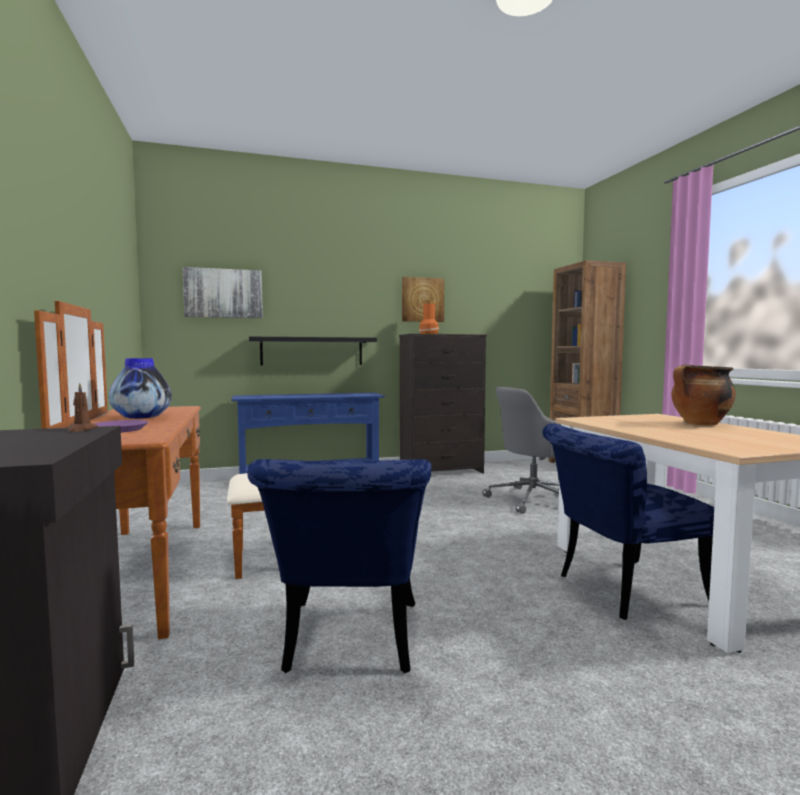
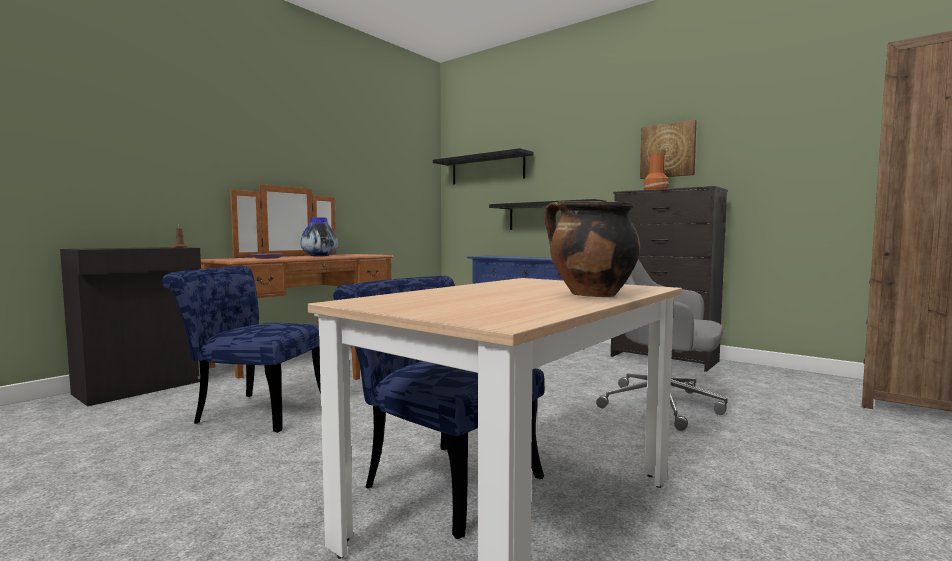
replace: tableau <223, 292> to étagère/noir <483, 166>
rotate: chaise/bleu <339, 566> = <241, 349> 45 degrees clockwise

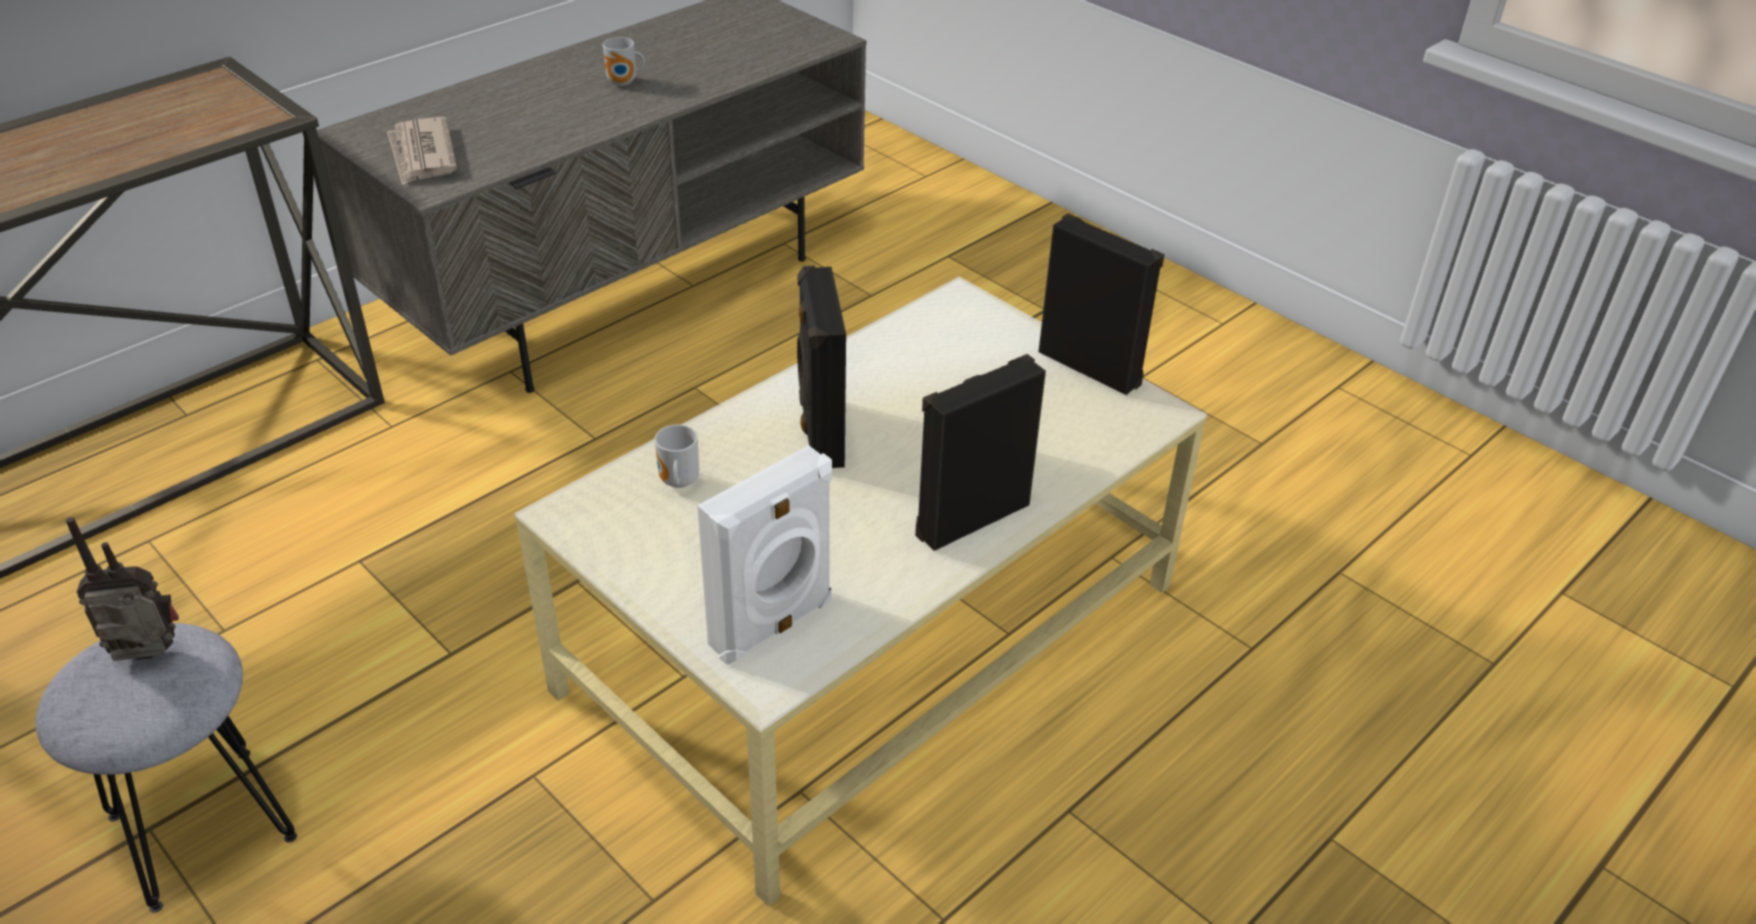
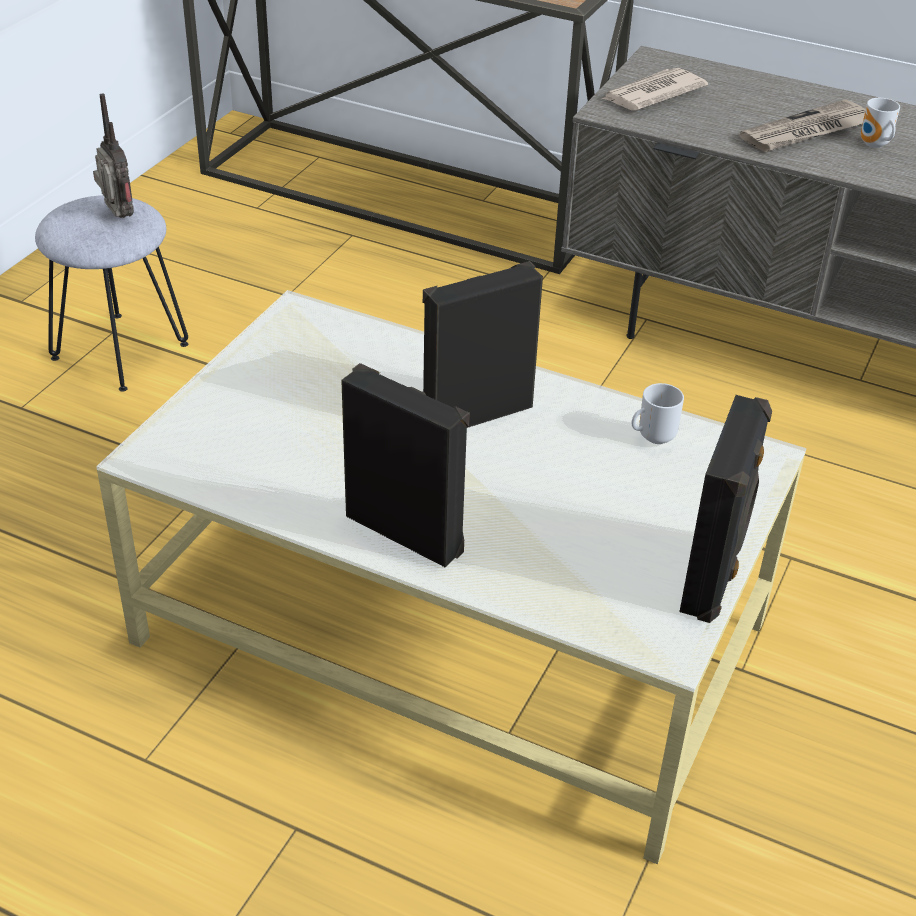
delete: enceinte/blanc <764, 555>
insert: journal <802, 125>
move: mug <677, 456> to <658, 413>

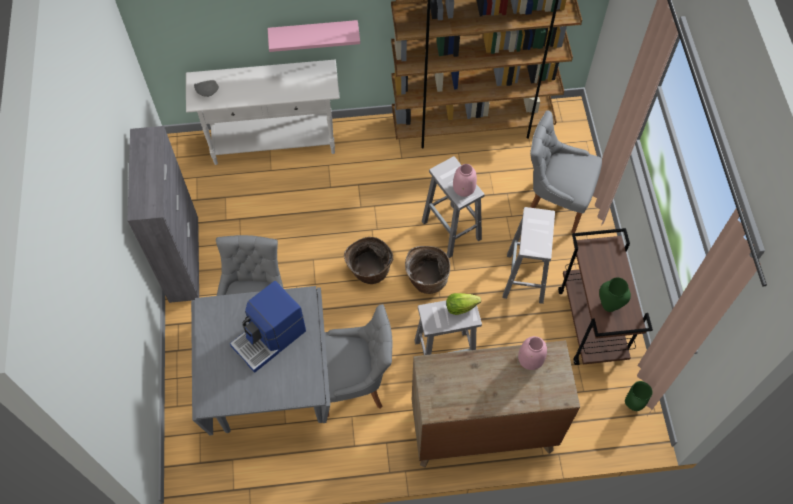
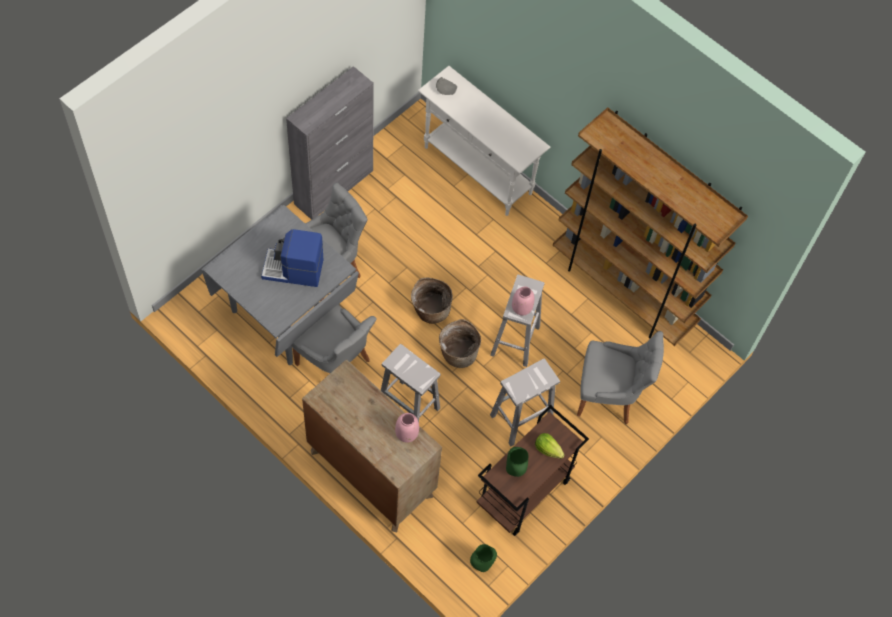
delete: étagère/rose <314, 36>
move: laitue <463, 304> to <549, 446>
rotate: chaise/gris <566, 172> = <620, 377> 120 degrees clockwise

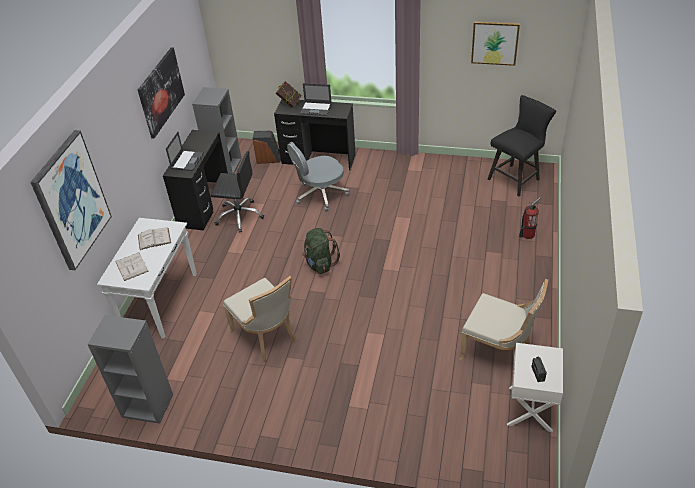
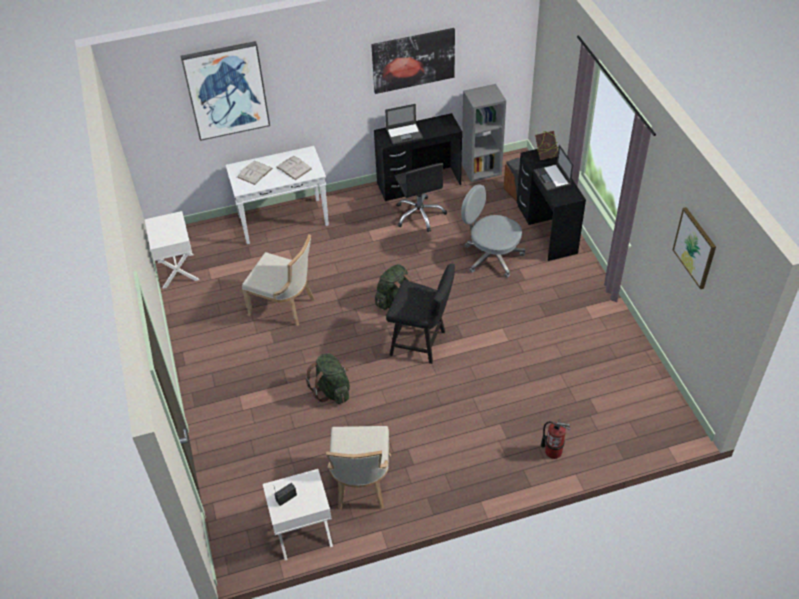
insert: sac à dos/vert <328, 378>
move: chaise/noir <522, 145> to <420, 314>
replace: bibliothèque/gris <130, 369> to table de chevet/blanc <172, 250>
rotate: chaise/beige <259, 318> = <278, 280> 90 degrees counterclockwise

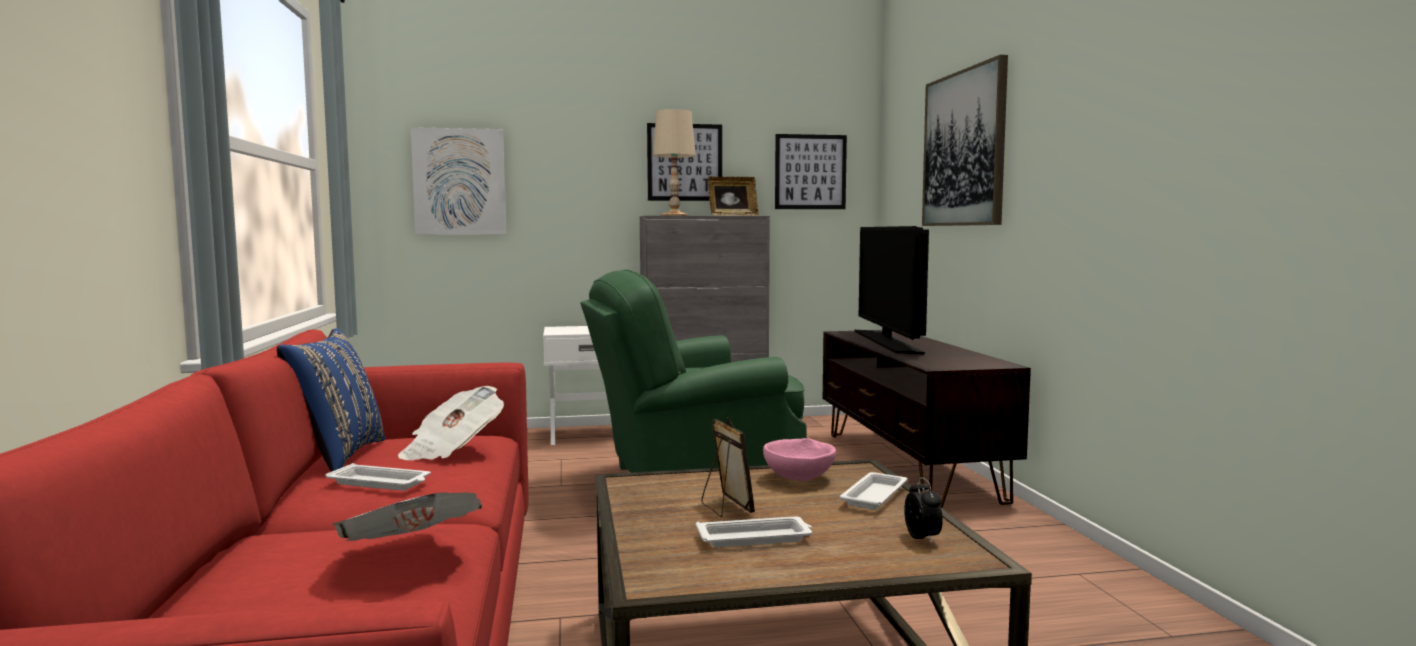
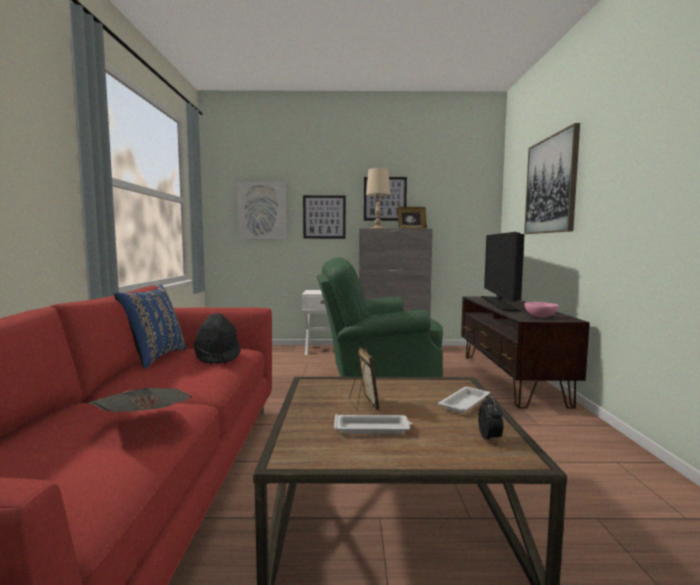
delete: plateau/blanc <378, 477>
move: bol/rose <799, 459> to <542, 310>; tableau <811, 171> to <324, 217>
replace: journal <451, 423> to chapeau/noir <217, 338>

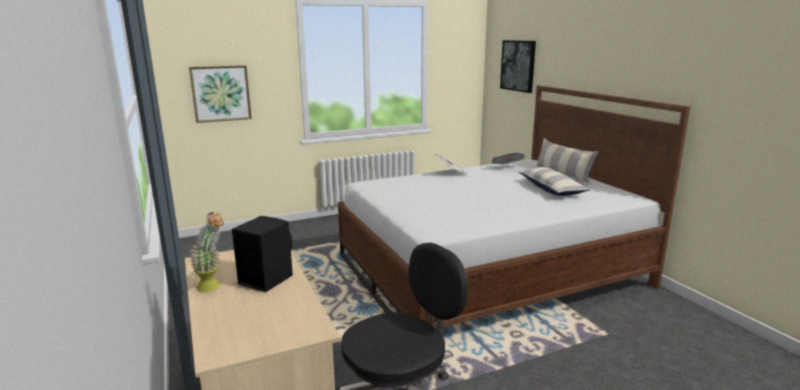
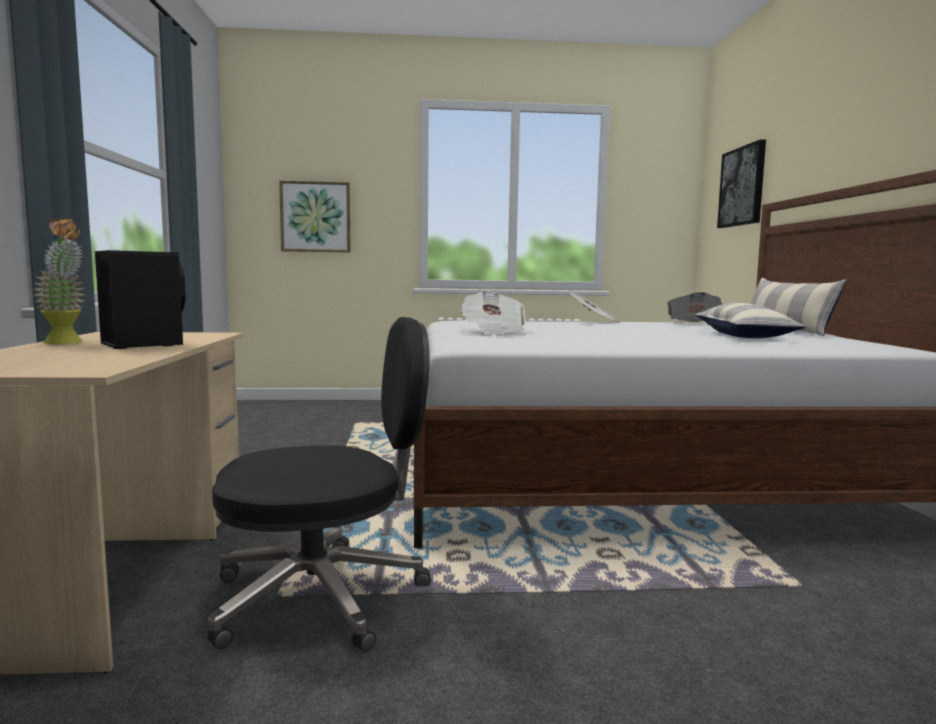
insert: journal <492, 313>

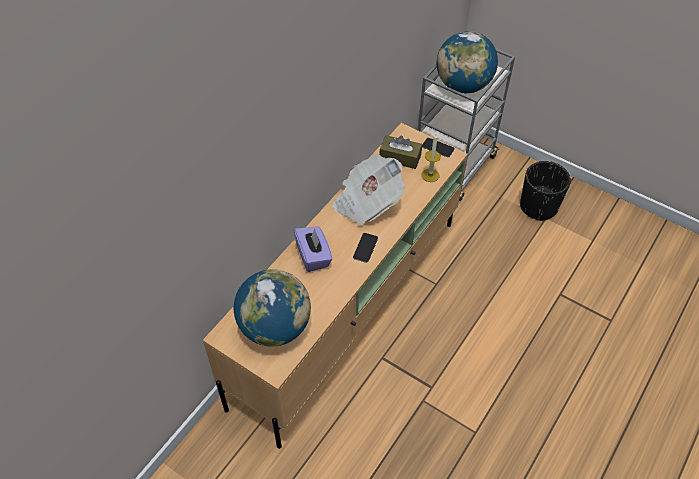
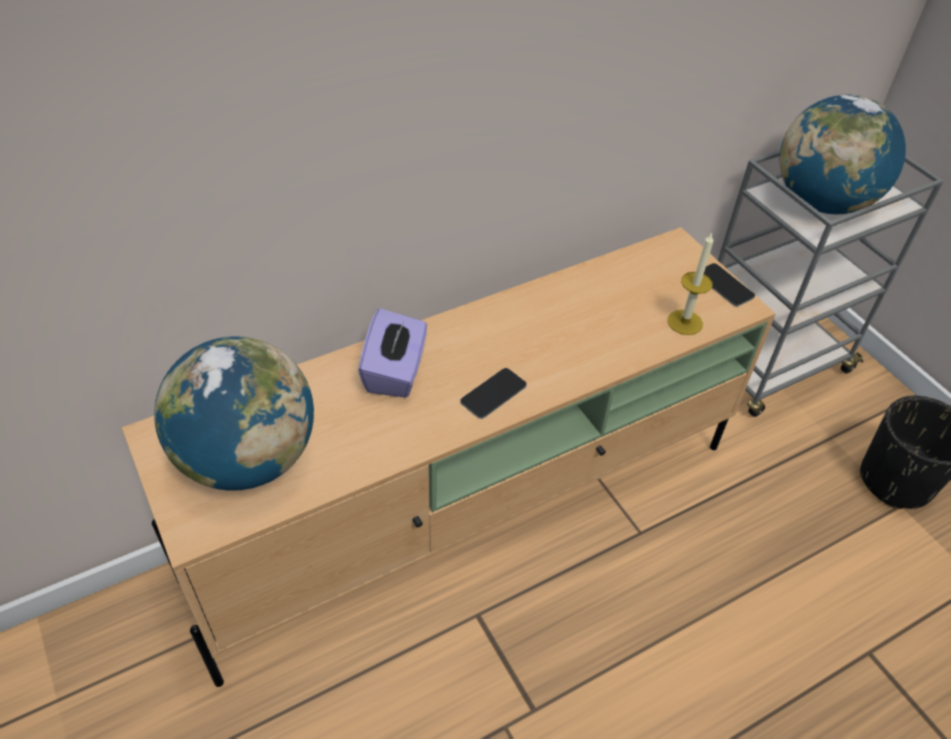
delete: journal <368, 190>; boîte à mouchoirs/marron <401, 152>

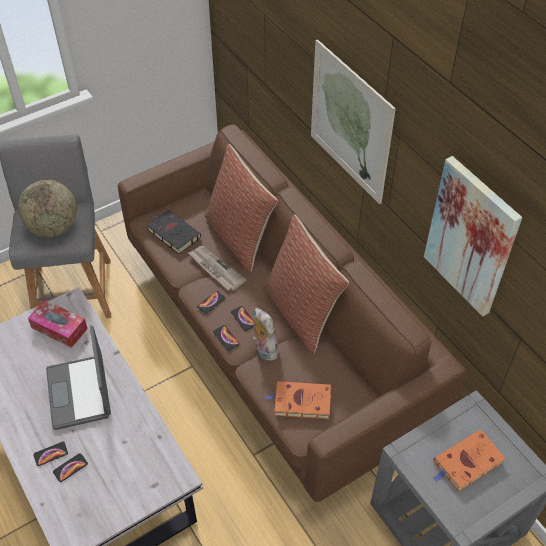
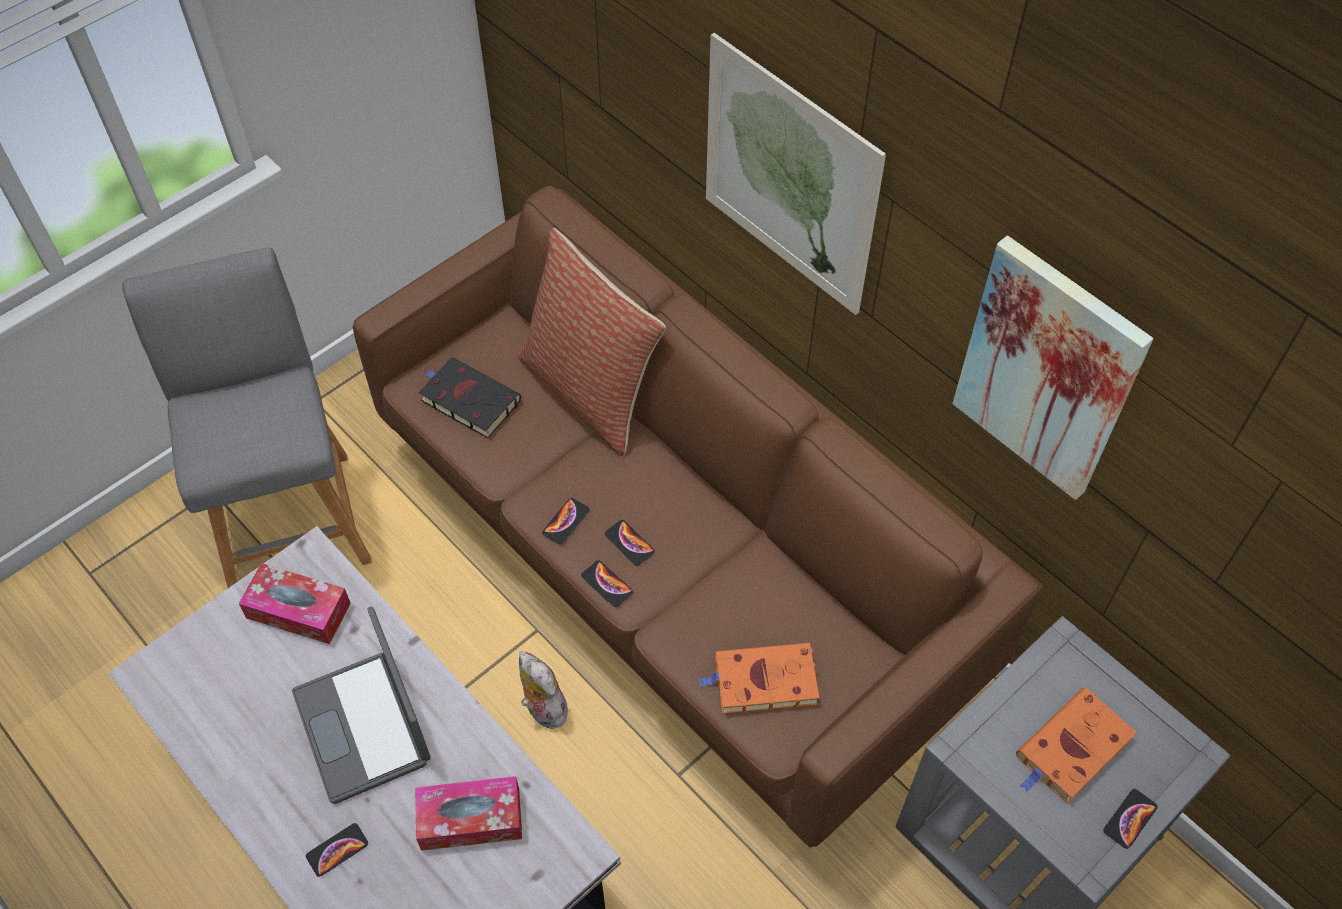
delete: globe <47, 208>; journal <217, 268>; coussin <306, 284>
insert: boîte à mouchoirs <468, 813>
move: téléphone <70, 467> to <1130, 819>; peluche <265, 334> to <545, 690>

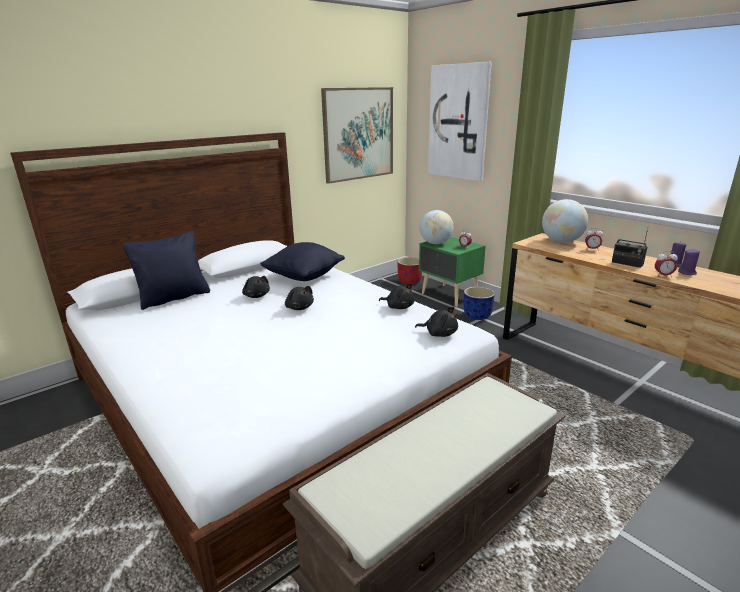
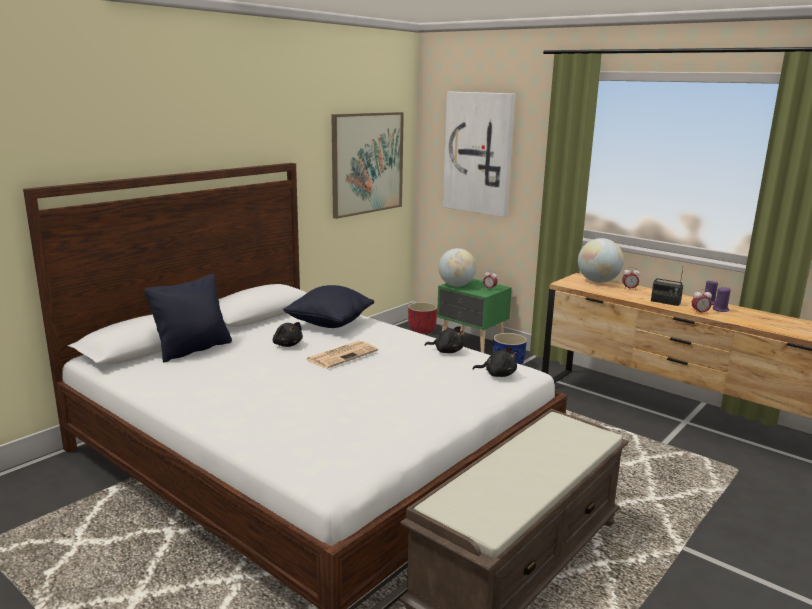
replace: peluche/noir <299, 298> to journal <342, 355>

